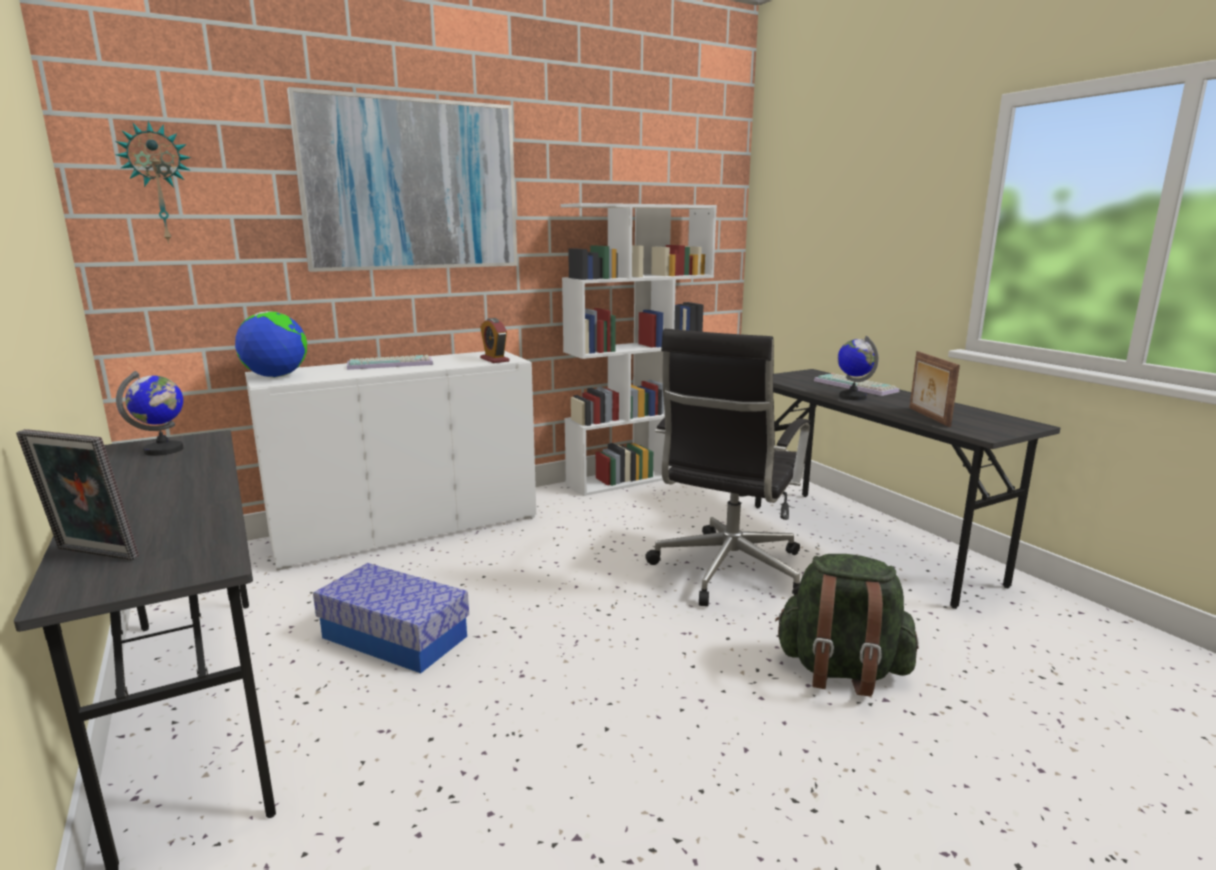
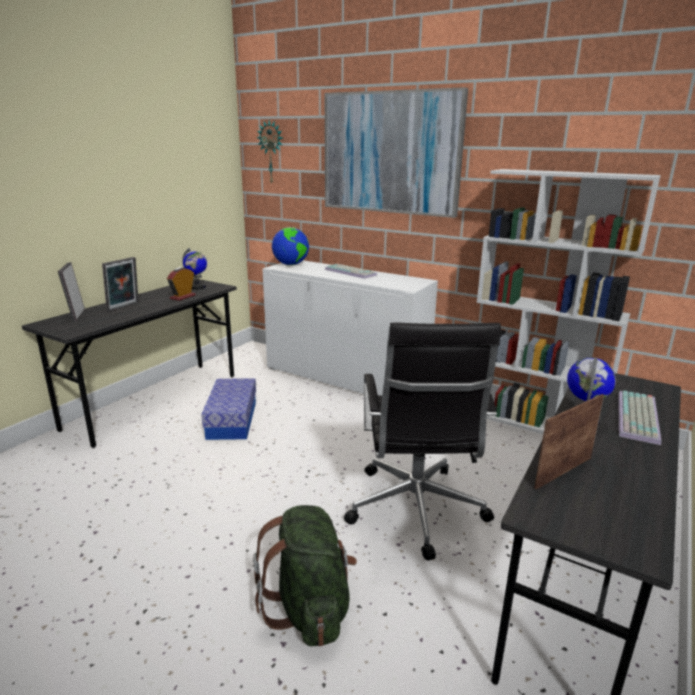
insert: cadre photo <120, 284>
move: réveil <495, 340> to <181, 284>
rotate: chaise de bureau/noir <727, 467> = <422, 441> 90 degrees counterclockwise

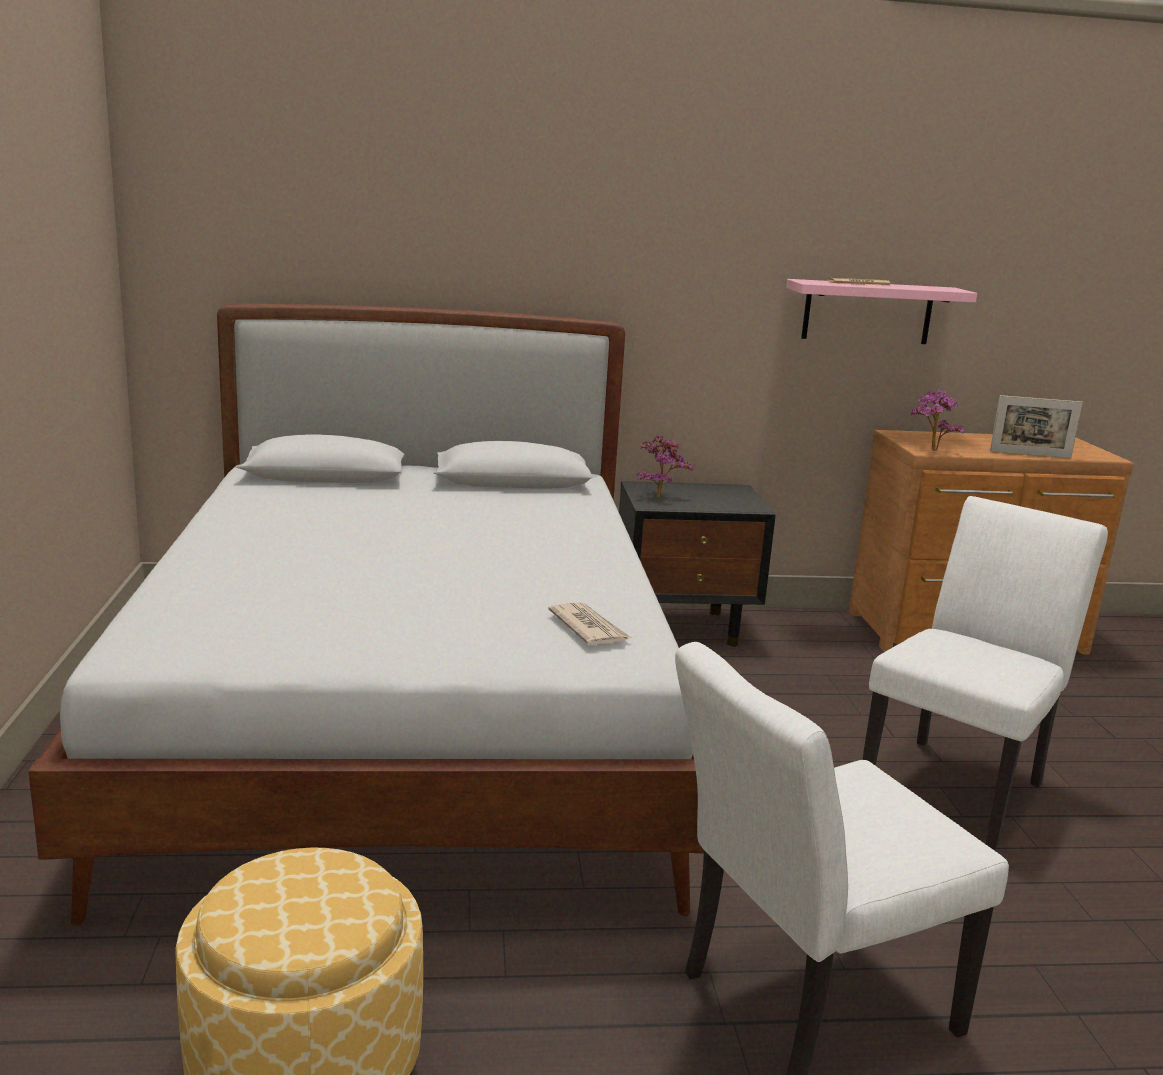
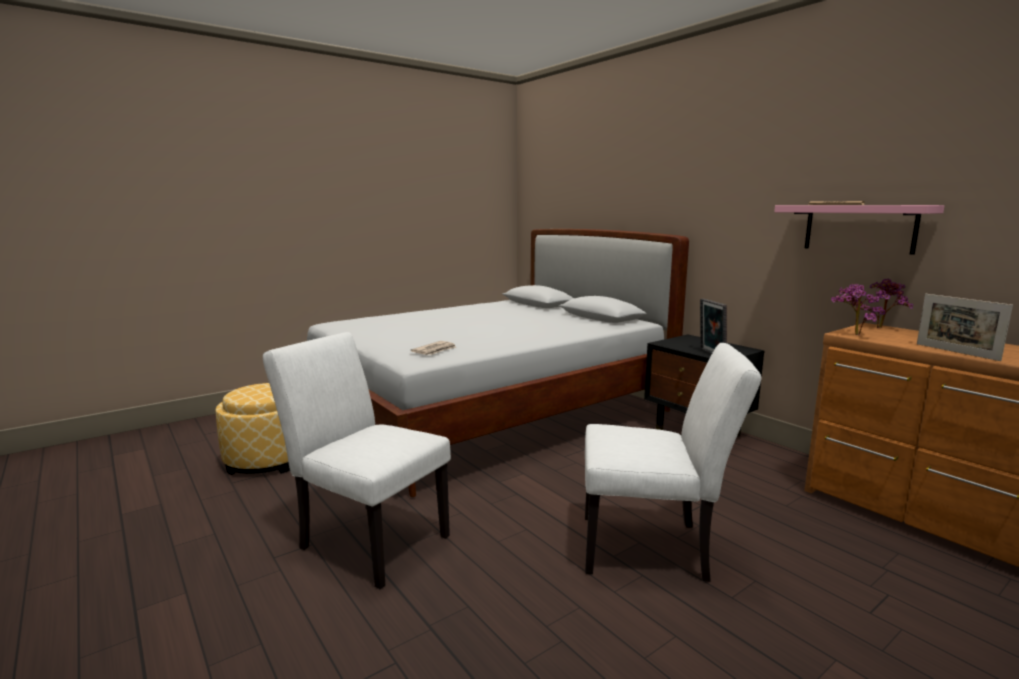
insert: cadre photo <713, 326>
move: plante en pot <665, 466> to <886, 303>

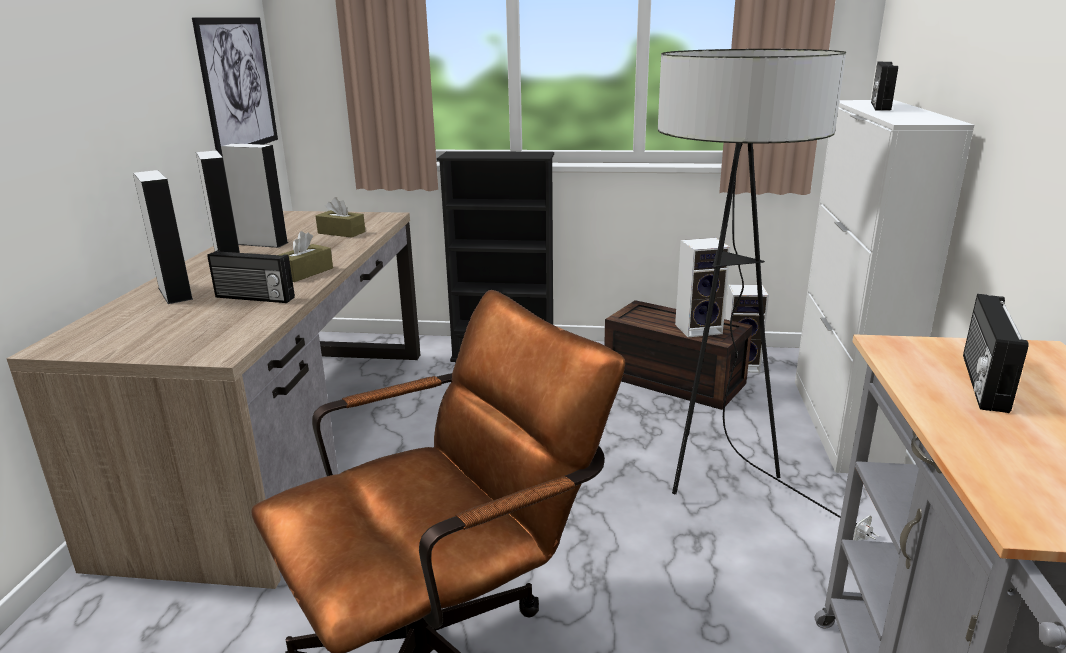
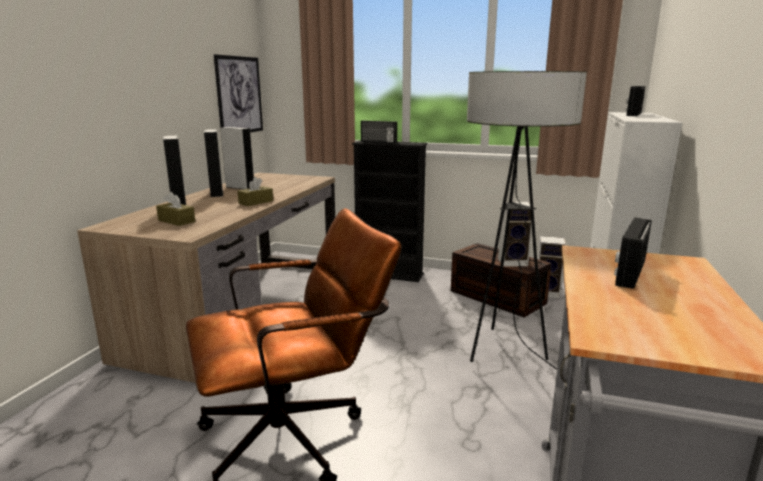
move: radio <251, 276> to <379, 131>; boîte à mouchoirs/marron <340, 217> to <175, 209>

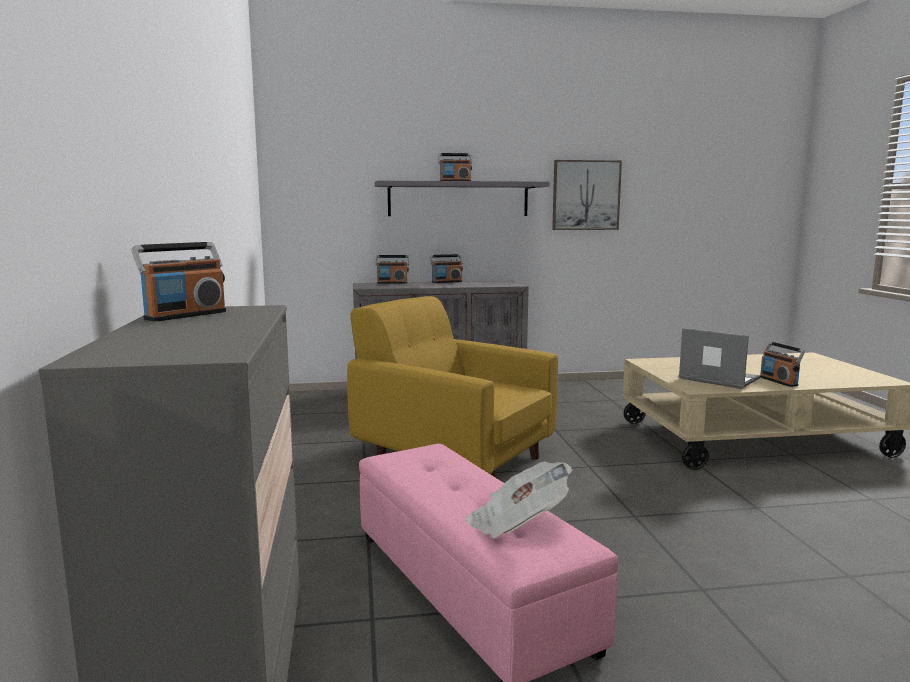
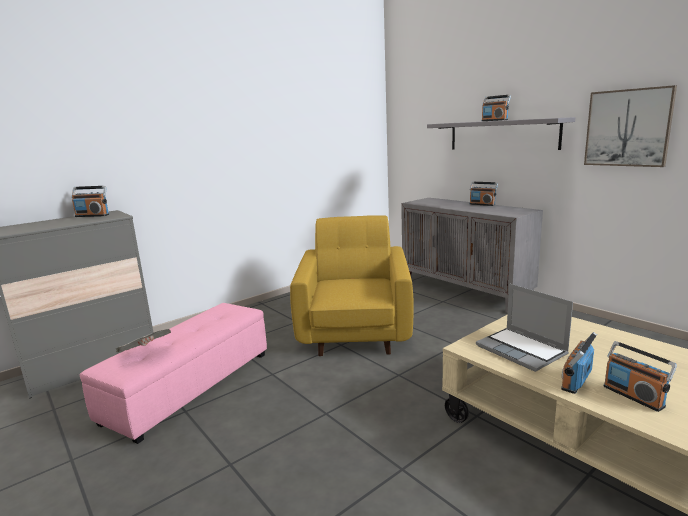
move: radio <392, 269> to <640, 376>
rotate: ordinateur portable <719, 358> = <524, 327> 135 degrees clockwise

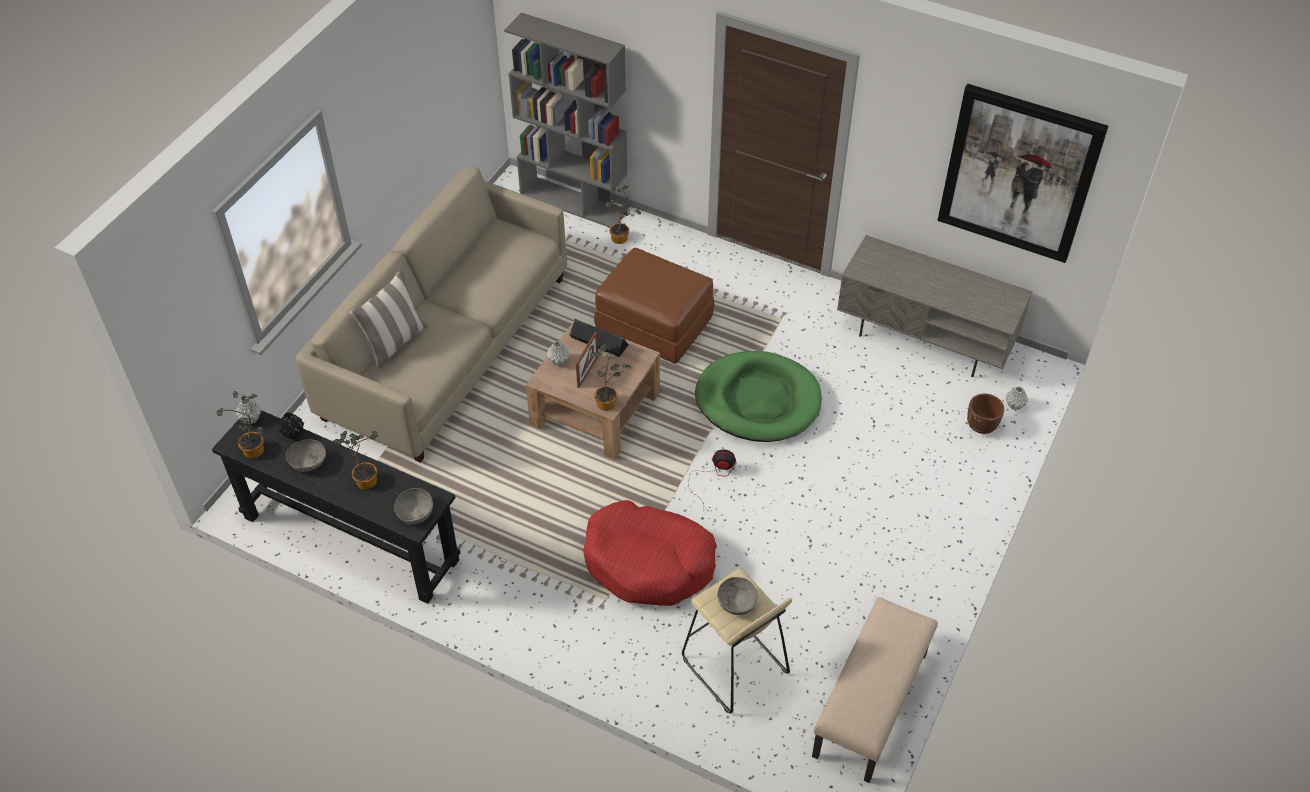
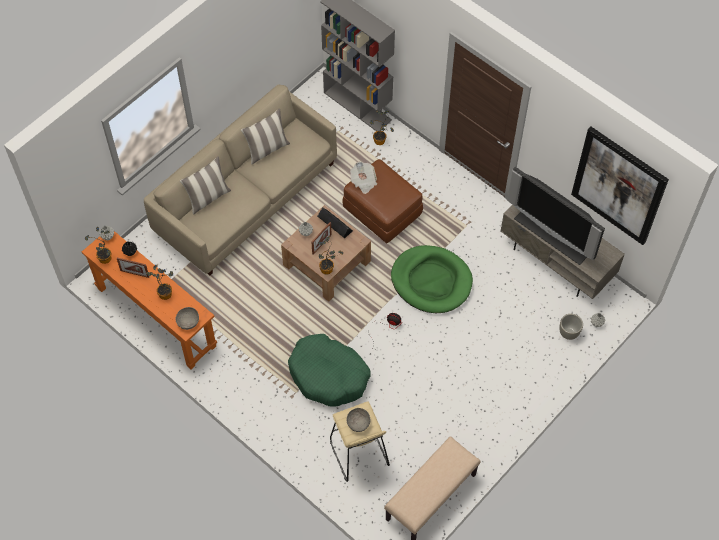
insert: coussin <265, 136>; journal <363, 177>; téléviseur <556, 216>
replace: bol/gris <306, 455> to cadre photo <133, 268>
recolor: table console/noir <336, 507> to table console/orange <149, 300>; panier pour chien/rouge <650, 553> to panier pour chien/vert <329, 370>; cache-pot/marron <985, 414> to cache-pot/gris <571, 327>

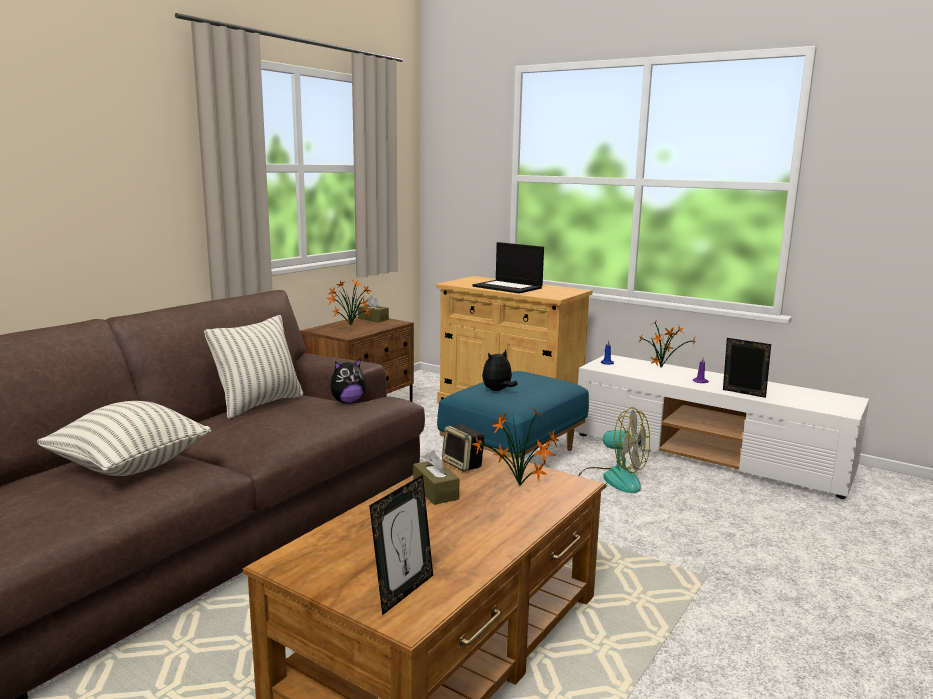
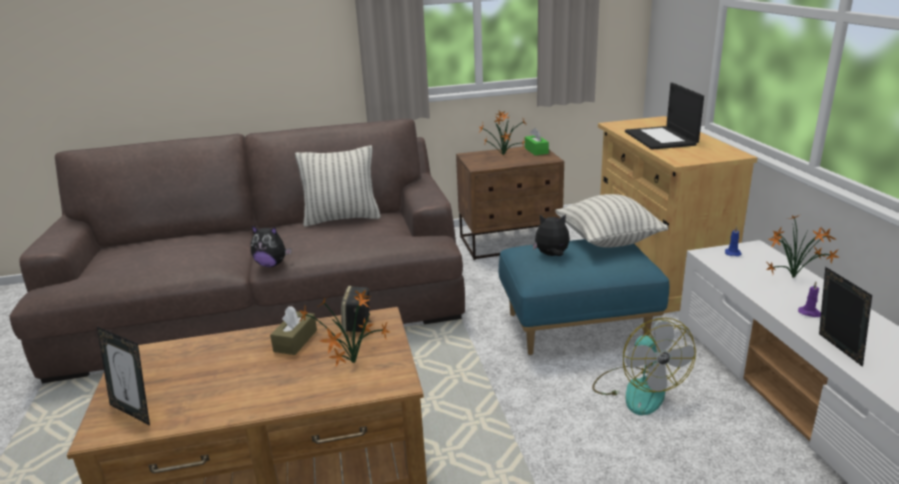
move: coussin <124, 438> to <611, 221>; peluche <348, 381> to <271, 246>
recolor: boîte à mouchoirs/marron <373, 309> to boîte à mouchoirs/vert <537, 142>
rotate: cadre photo <401, 545> = <123, 376> 45 degrees clockwise

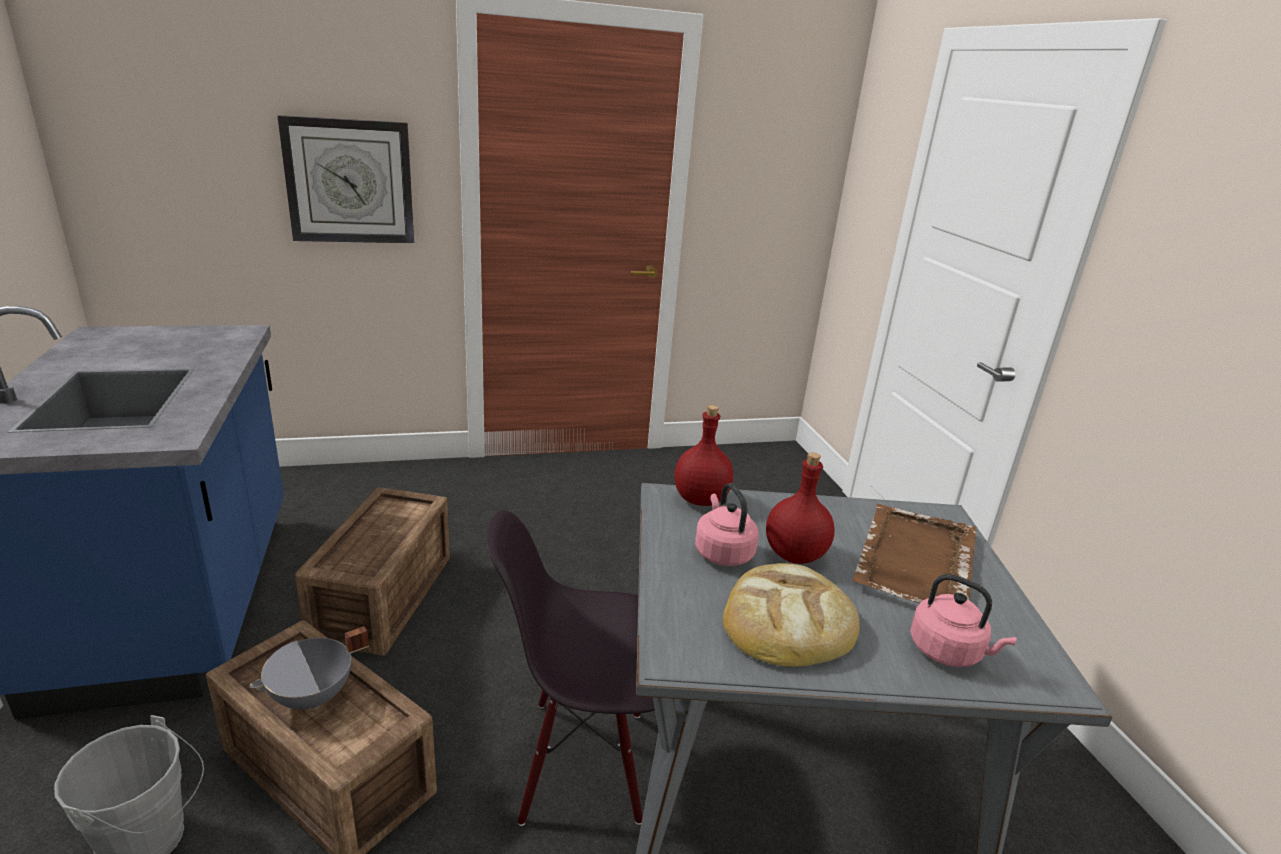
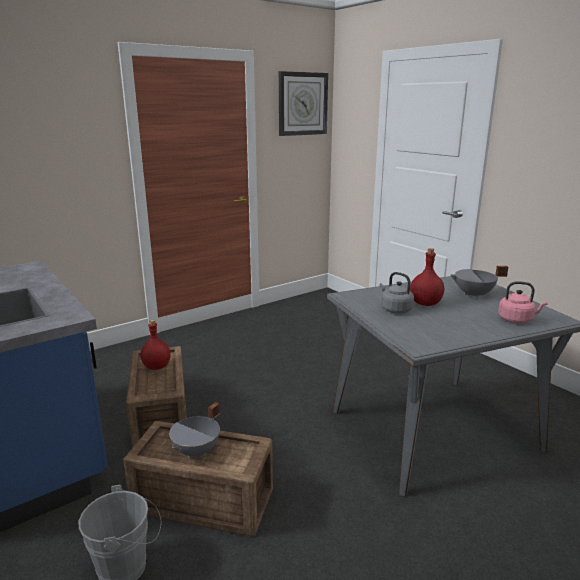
delete: chaise/noir <570, 668>; pain <791, 615>
move: horloge murale <346, 179> to <303, 103>; bouteille/rouge <703, 455> to <156, 345>
replace: plateau/marron <914, 553> to marmite/gris <479, 282>
recolor: bouilloire/rose <727, 524> to bouilloire/gris <396, 292>

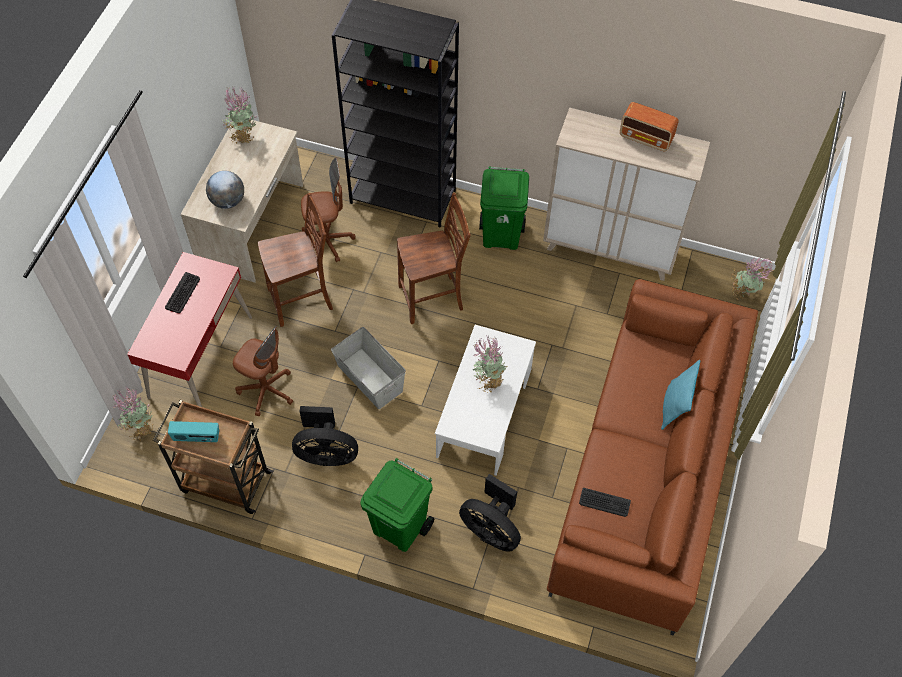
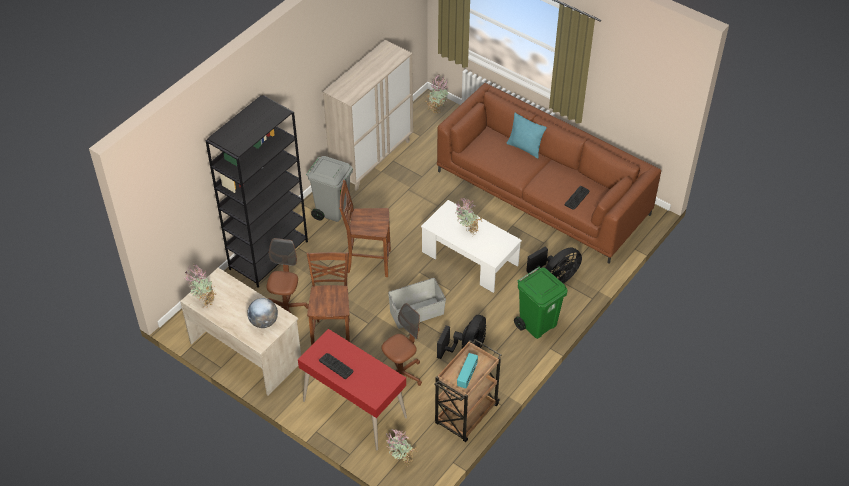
delete: radio <649, 126>
recolor: poubelle/vert <504, 208> to poubelle/gris <329, 189>
rotate: chaise/marron <434, 258> = <365, 228> 90 degrees counterclockwise

